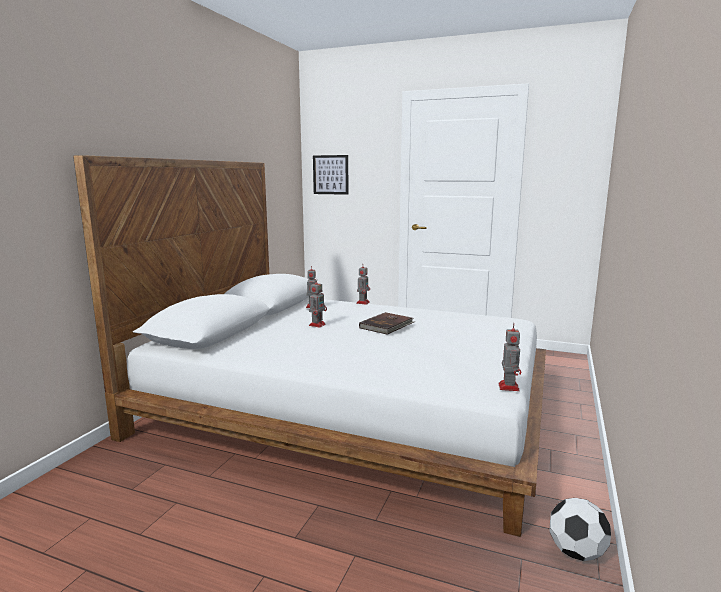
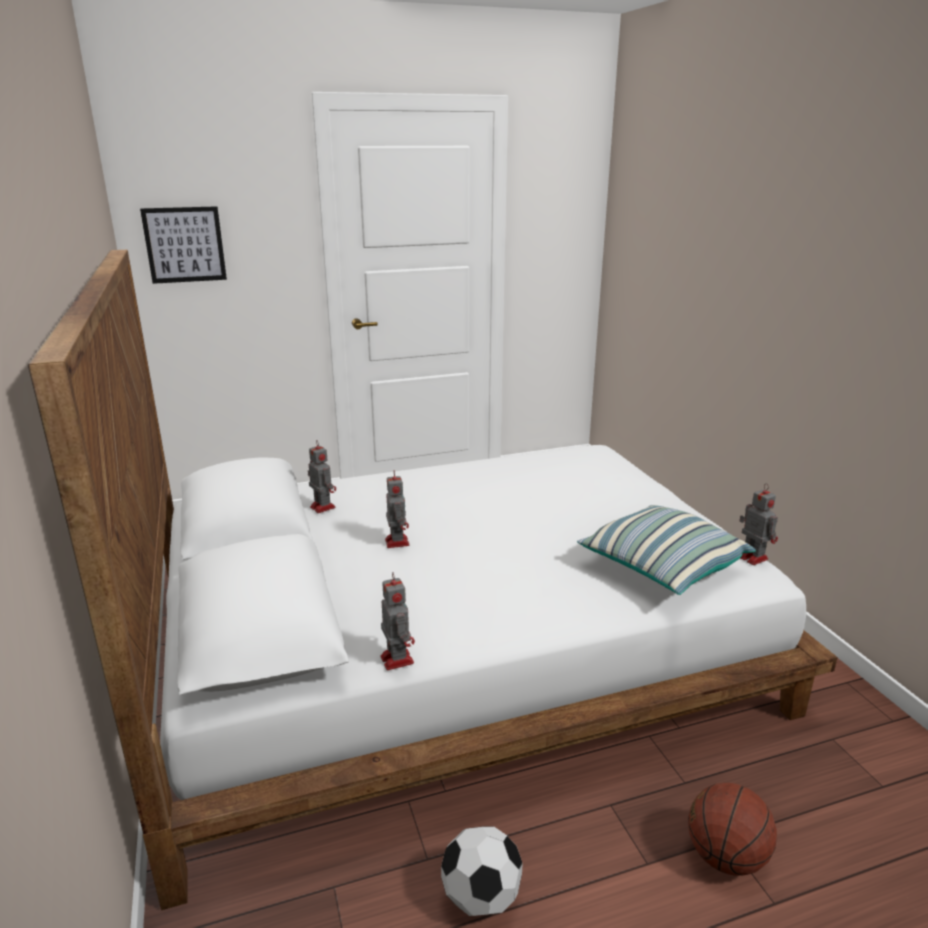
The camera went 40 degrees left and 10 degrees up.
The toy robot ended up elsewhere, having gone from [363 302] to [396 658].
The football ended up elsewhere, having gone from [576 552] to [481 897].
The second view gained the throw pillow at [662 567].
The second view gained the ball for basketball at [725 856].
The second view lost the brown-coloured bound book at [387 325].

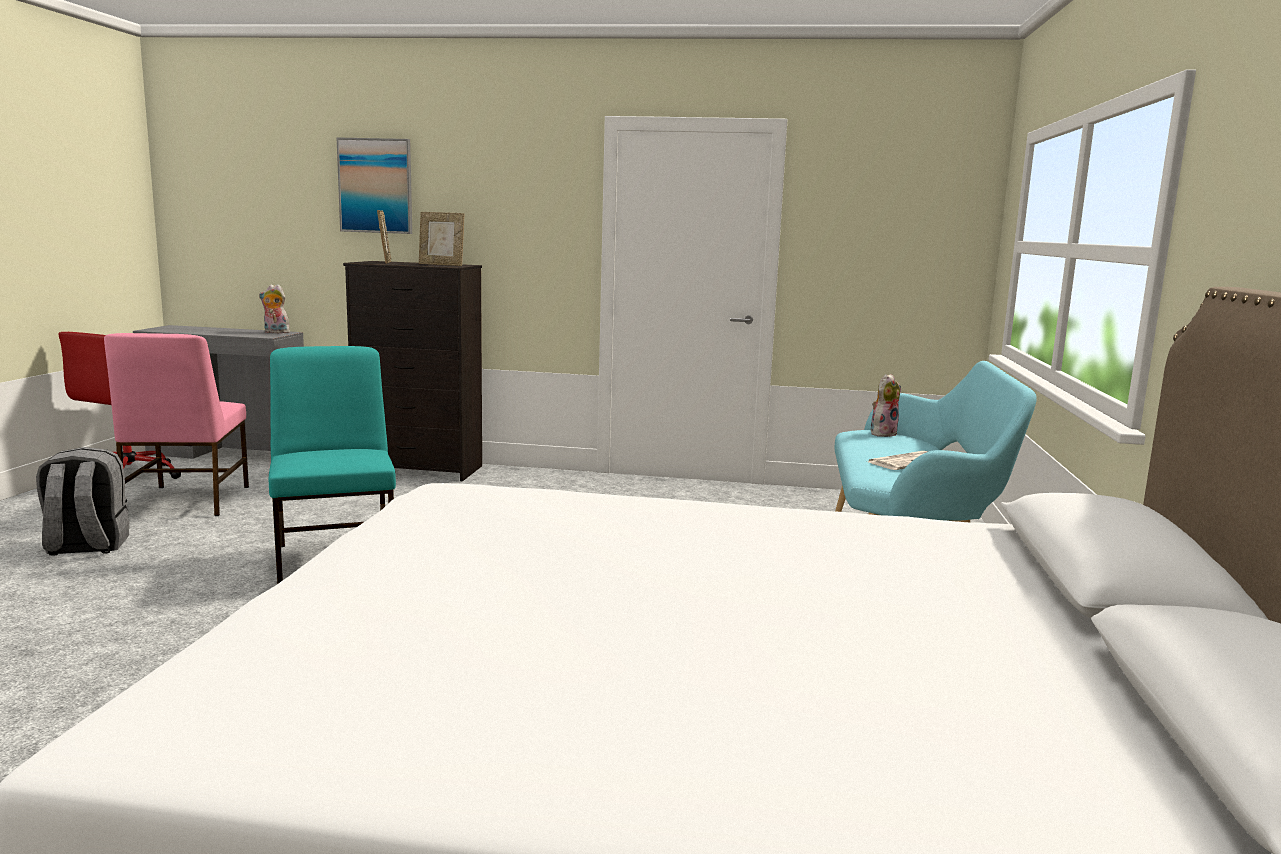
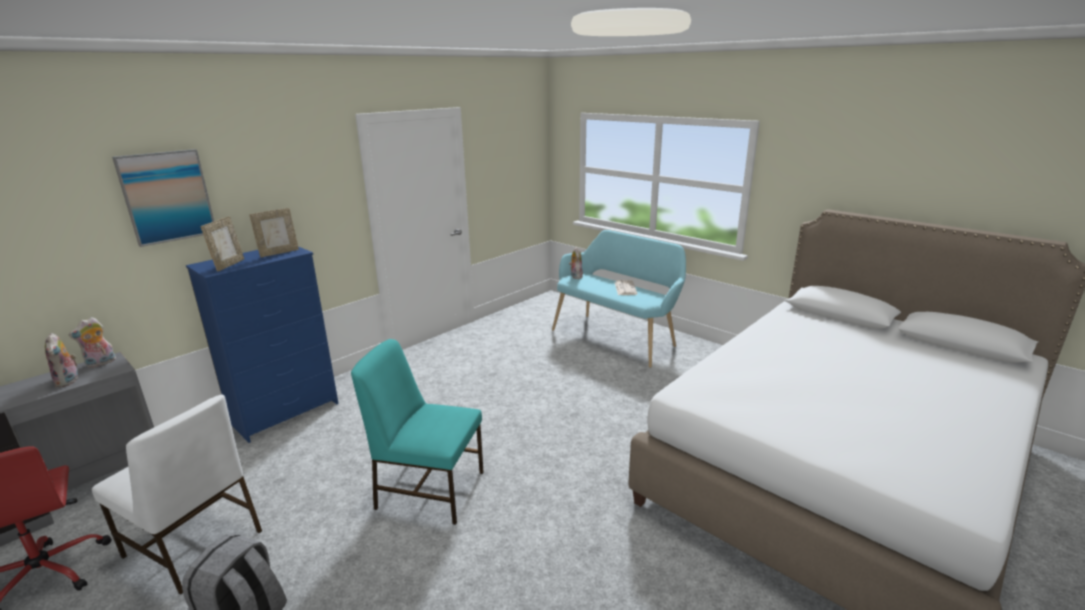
The camera went 55 degrees left and 10 degrees up.
The second view gained the cuddly toy at [69 381].
What was the pink chair at [185 501] turned into the white chair at [194 545].
What was the blackish dresser at [419 470] turned into the blue-coloured dresser at [286 413].
The photo frame at [384 262] ended up facing another way, 75 degrees clockwise from before.

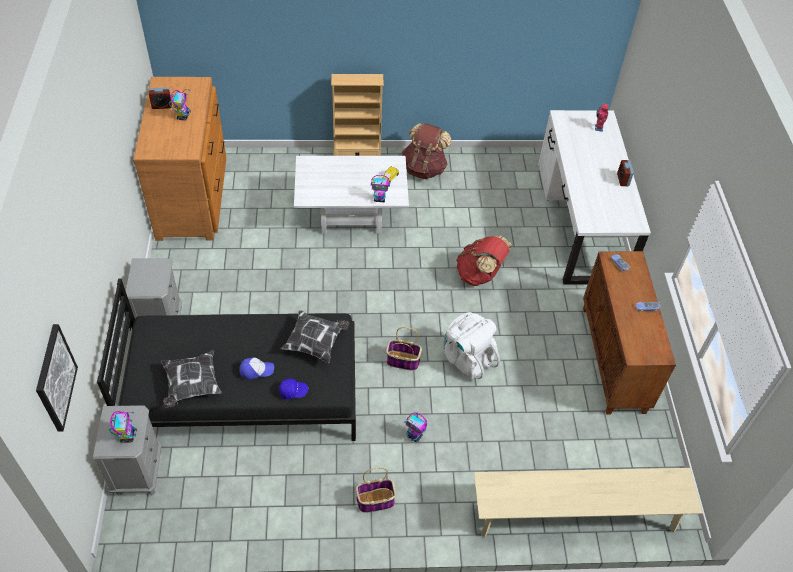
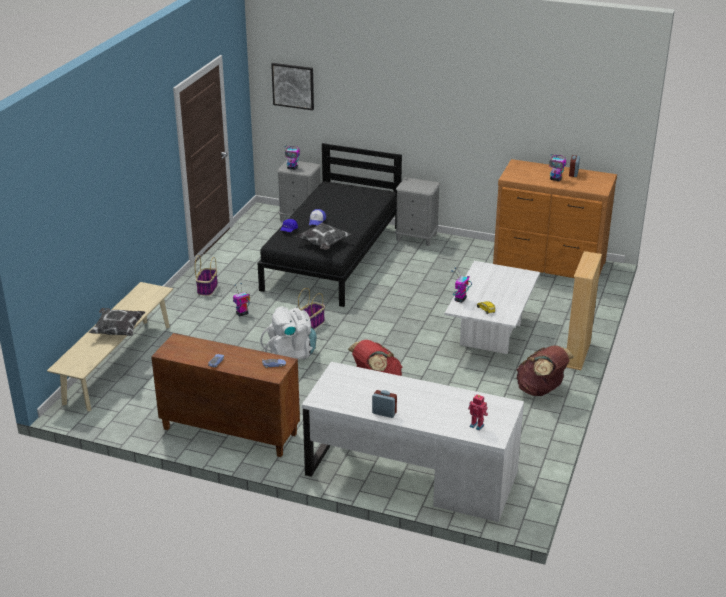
The camera went 115 degrees right and 20 degrees down.
The throw pillow ended up elsewhere, having gone from [191 385] to [117 331].

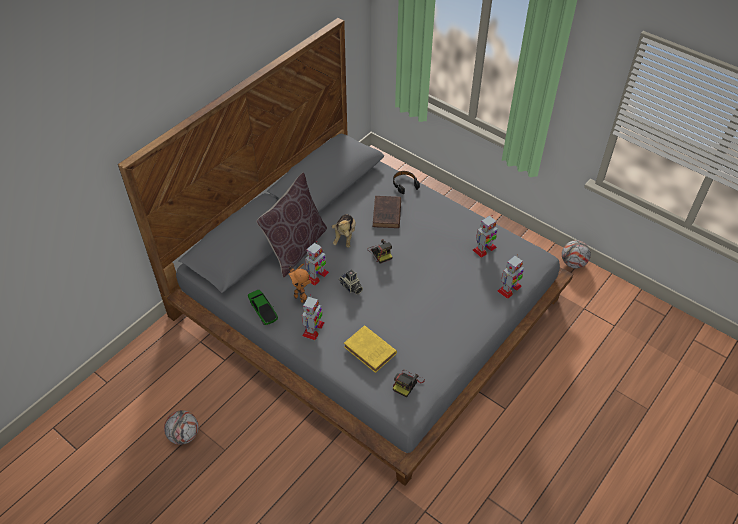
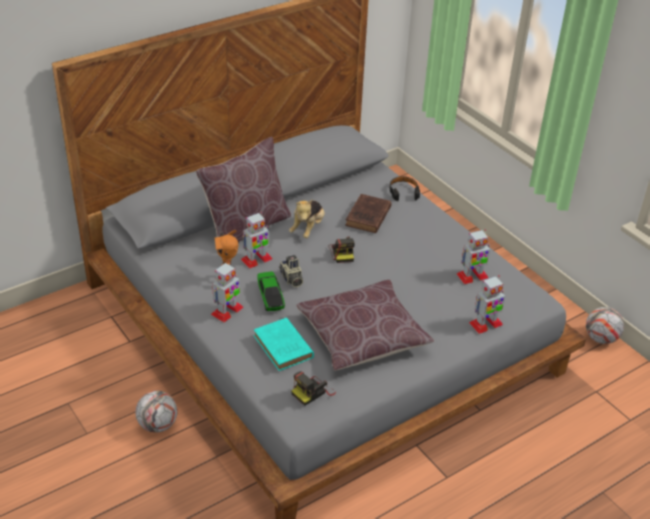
The camera went 15 degrees right and 10 degrees down.
The football ended up elsewhere, having gone from [184 435] to [158 425].
What was the yellow bound book at [371 351] turned into the turquoise-coloured bound book at [284 348].
The model car ended up elsewhere, having gone from [263 310] to [270 296].
The second view gained the brown-coloured throw pillow at [362 336].

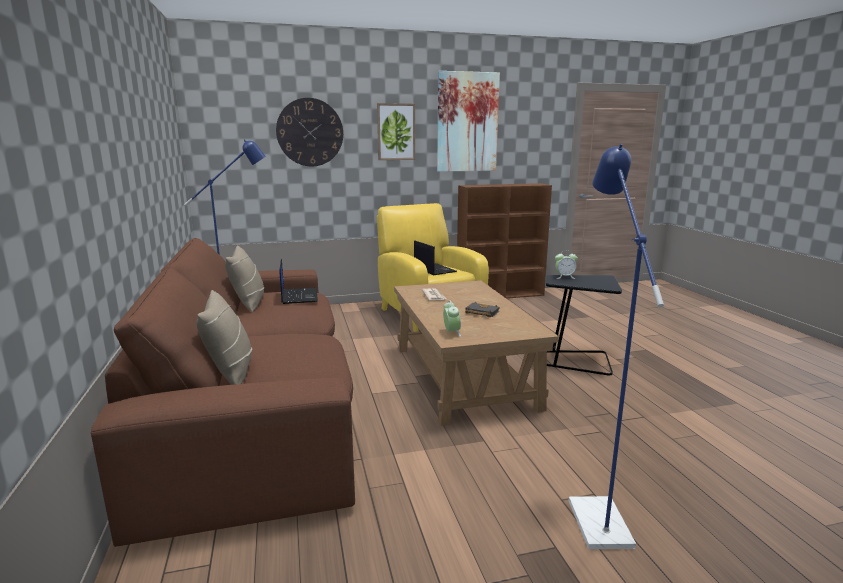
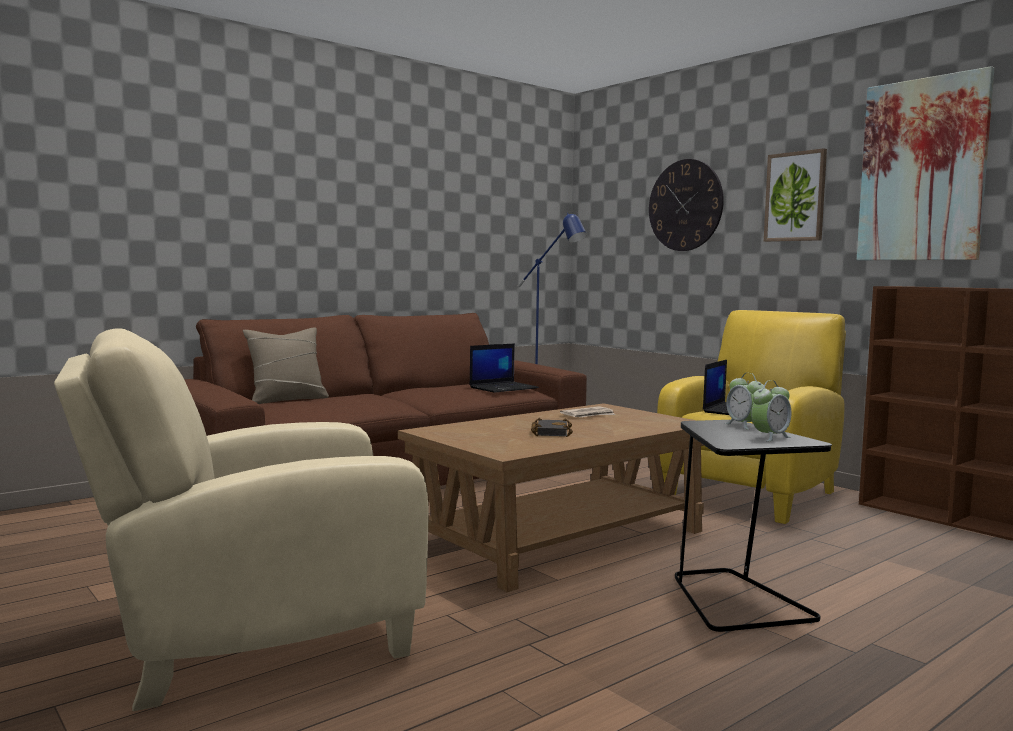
The camera went 65 degrees right and 10 degrees down.
Where the blue-coloured standard lamp stood at [594 513], the sand-coloured easy chair came to stand at [251 637].
The table clock ended up elsewhere, having gone from [451 332] to [770 437].
The second view lost the sand-coloured throw pillow at [249 303].

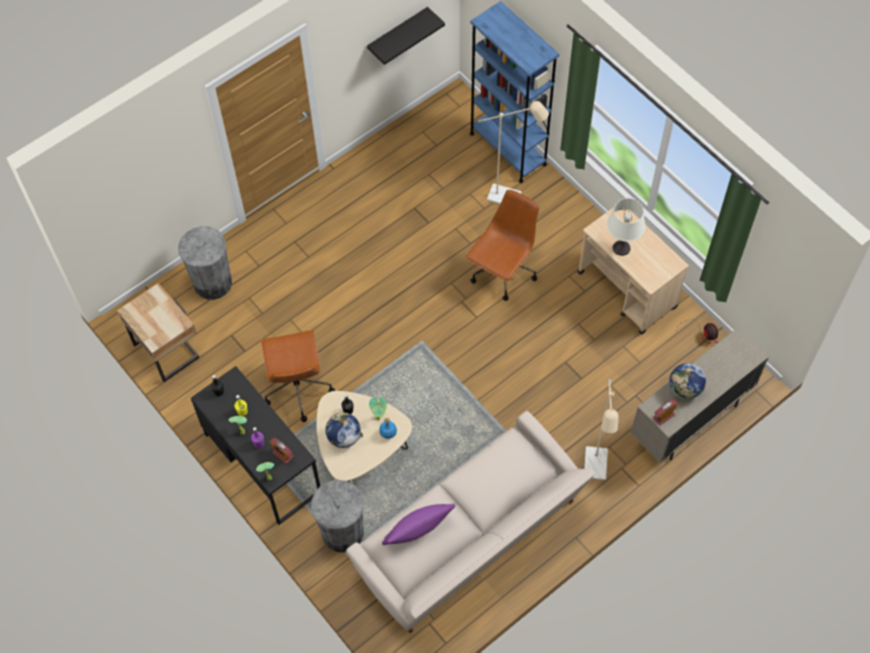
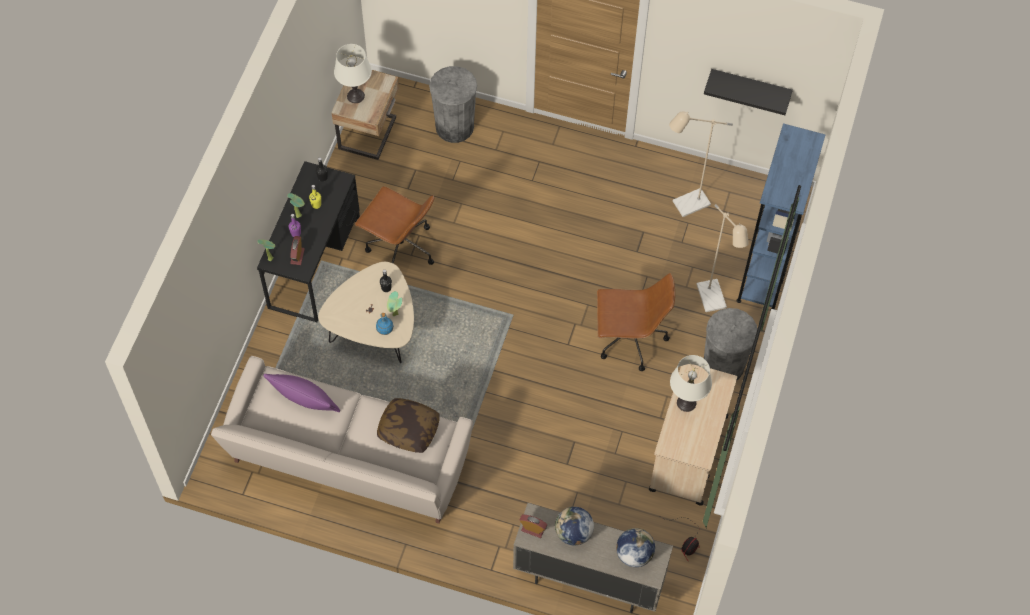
The camera went 55 degrees right and 0 degrees up.
The second view gained the white table lamp at [356 96].
The brown-coloured computer chair at [297 388] ended up facing another way, 105 degrees counterclockwise from before.
The second view gained the throw pillow at [408 430].
The world globe ended up elsewhere, having gone from [343 437] to [634 554].
The sand-coloured standard lamp ended up elsewhere, having gone from [595 470] to [685 205].
The gray waste bin ended up elsewhere, having gone from [342 532] to [723 365].

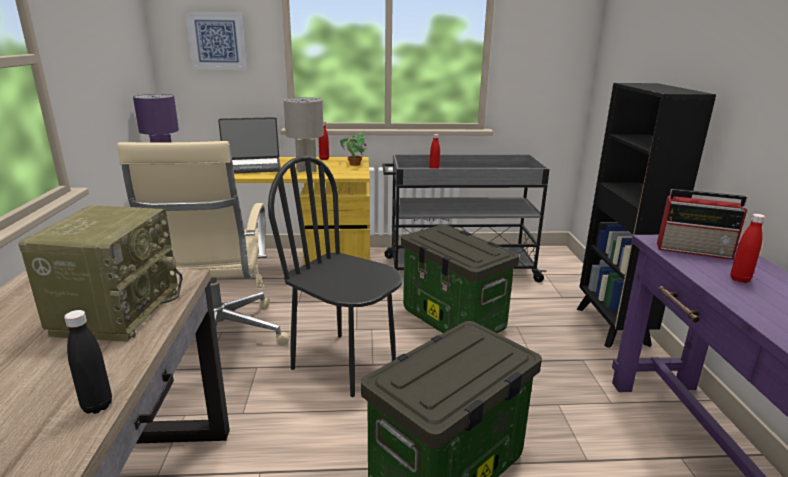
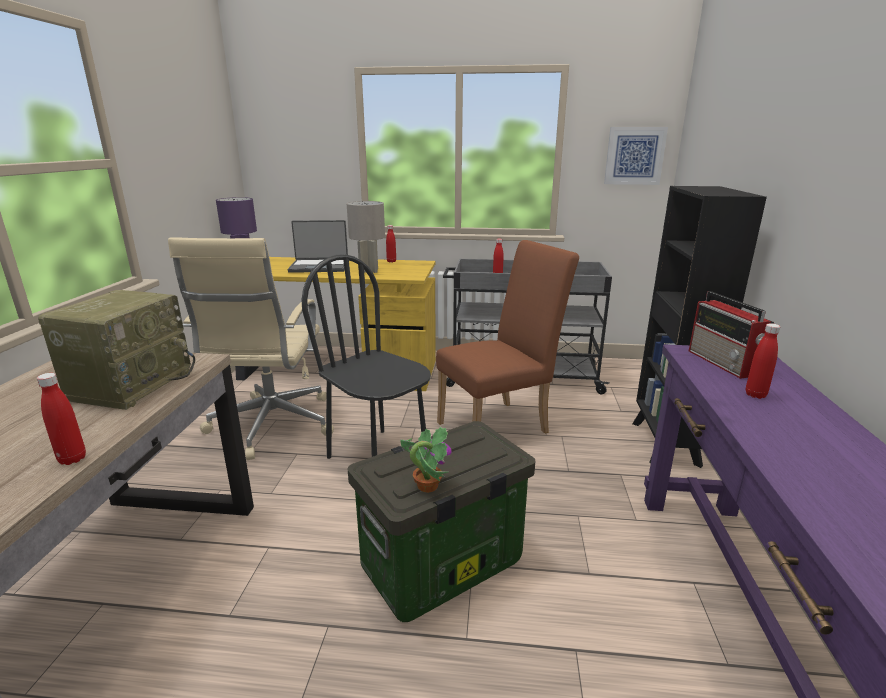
The camera went 10 degrees right and 0 degrees up.
What was the blackish beverage bottle at [97 406] turned into the reddish beverage bottle at [72 459].
The potted plant ended up elsewhere, having gone from [354 164] to [427 485].
Where the storage container stood at [454 320], the brown-coloured chair came to stand at [500 425].
The wall art ended up elsewhere, having gone from [217 41] to [634 156].
The radio set at [695 250] ended up facing another way, 45 degrees clockwise from before.

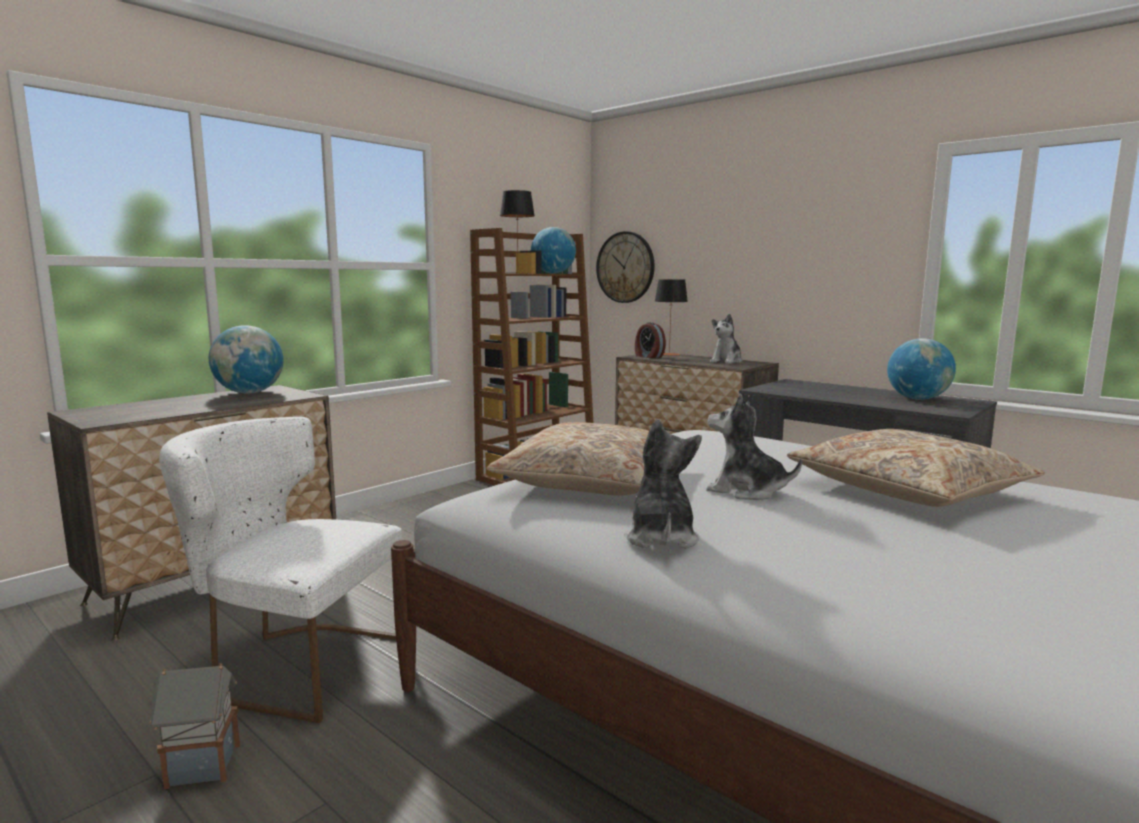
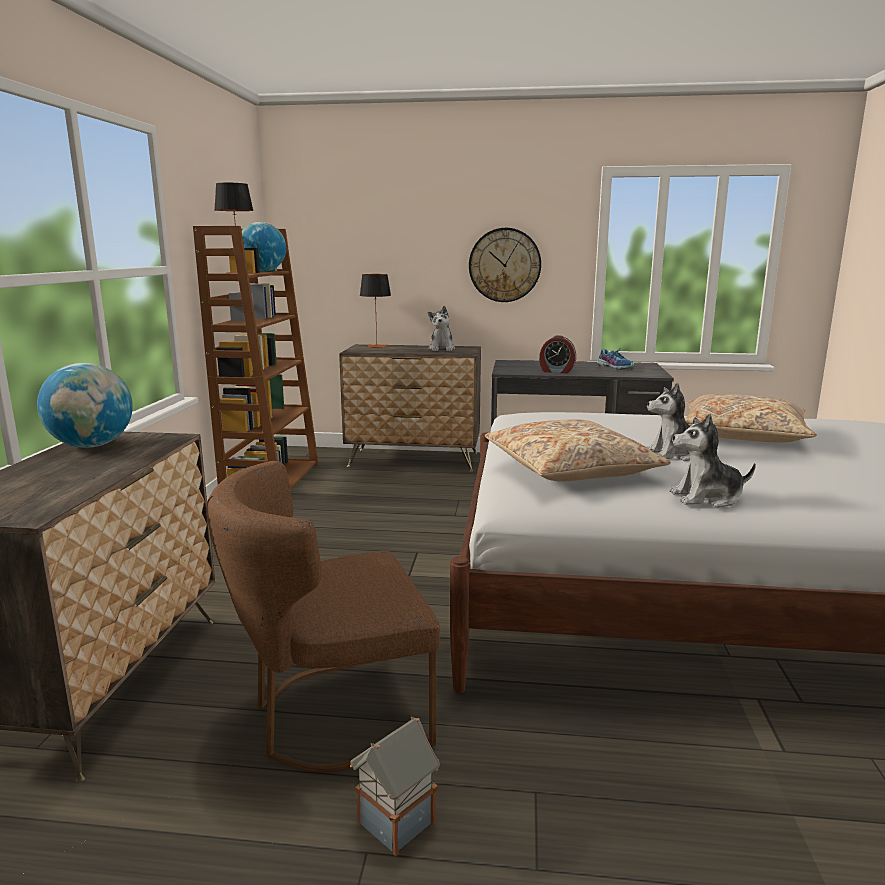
The camera went 35 degrees left and 5 degrees up.
What was the white chair at [293 665] turned into the brown-coloured chair at [330 715].
The hanging clock ended up elsewhere, having gone from [625 267] to [504 265].
The table clock ended up elsewhere, having gone from [648 356] to [556 371].
Where the world globe stood at [917 399], the shoe came to stand at [615 367].
The cuddly toy at [660 537] ended up facing another way, 60 degrees counterclockwise from before.

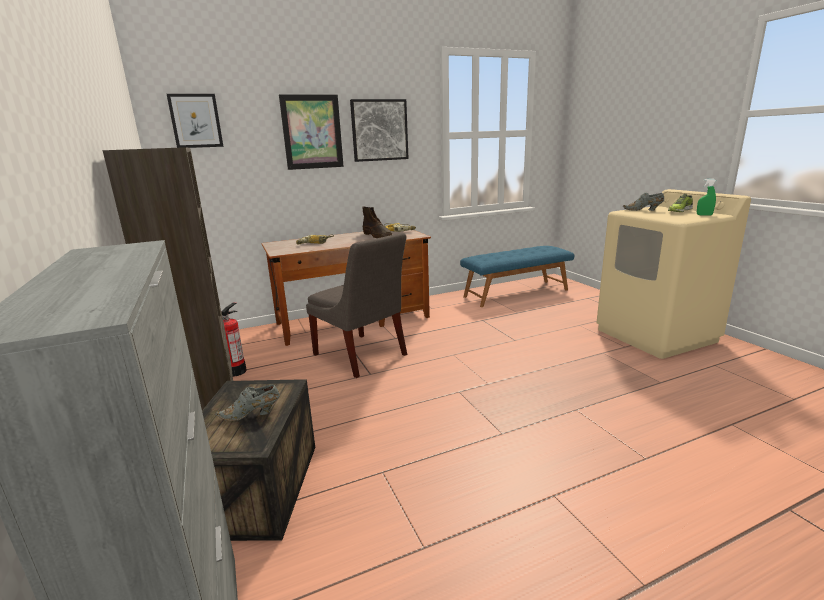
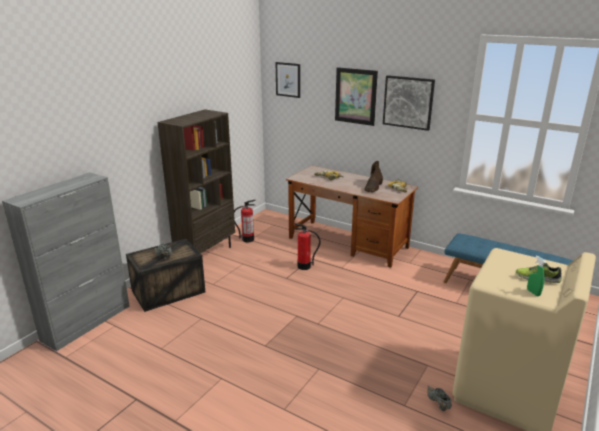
The camera went 55 degrees right and 5 degrees up.
Where the gray chair stood at [362 356], the fire-fighting cylinder came to stand at [304 266].
The gray shoe ended up elsewhere, having gone from [643 210] to [438 403].

